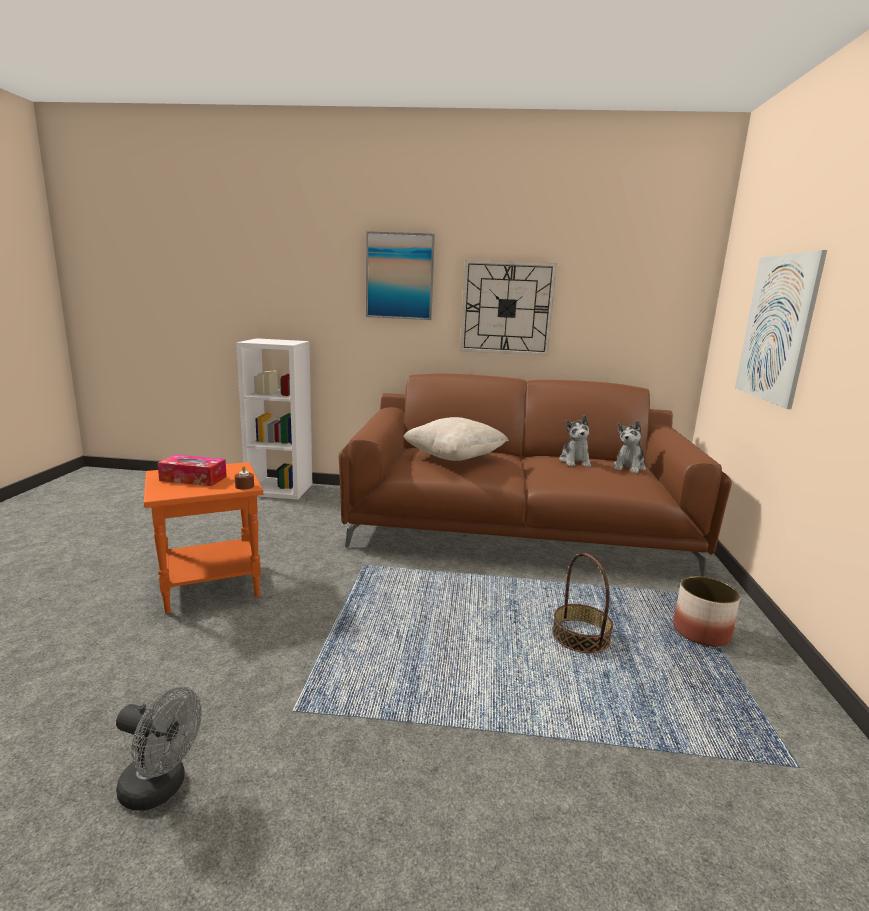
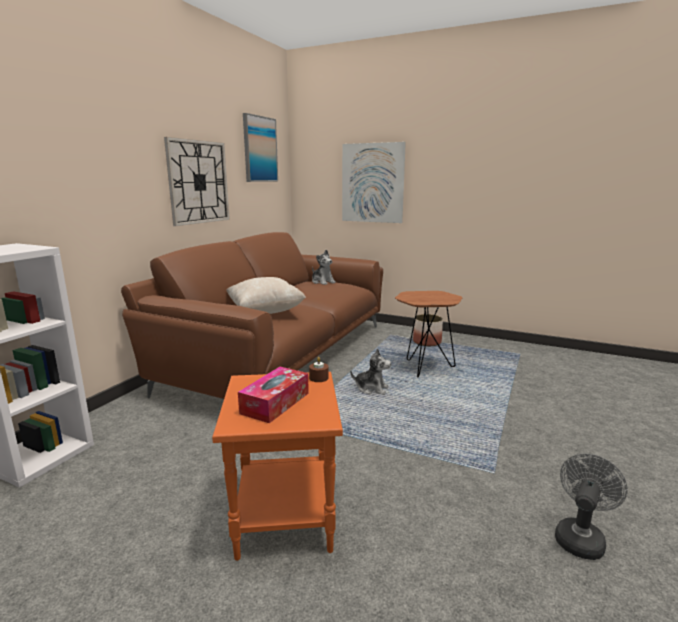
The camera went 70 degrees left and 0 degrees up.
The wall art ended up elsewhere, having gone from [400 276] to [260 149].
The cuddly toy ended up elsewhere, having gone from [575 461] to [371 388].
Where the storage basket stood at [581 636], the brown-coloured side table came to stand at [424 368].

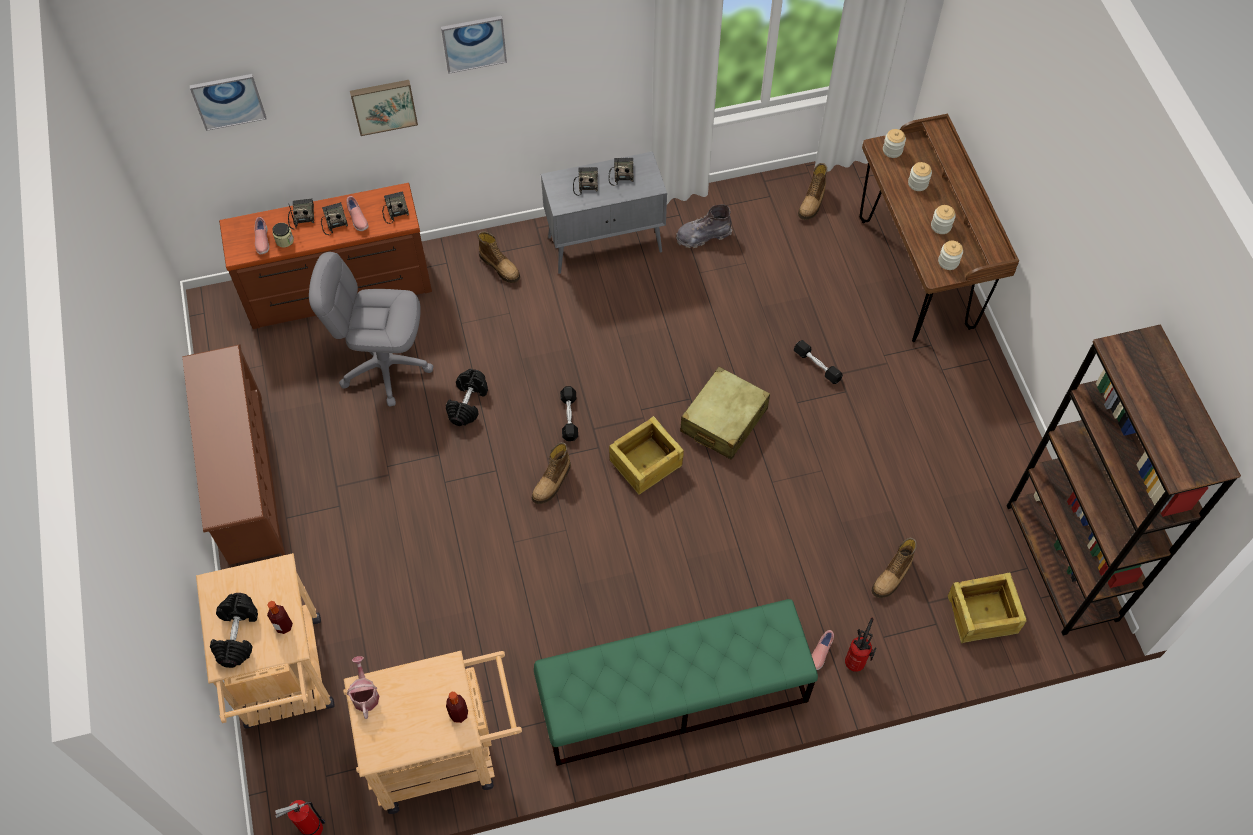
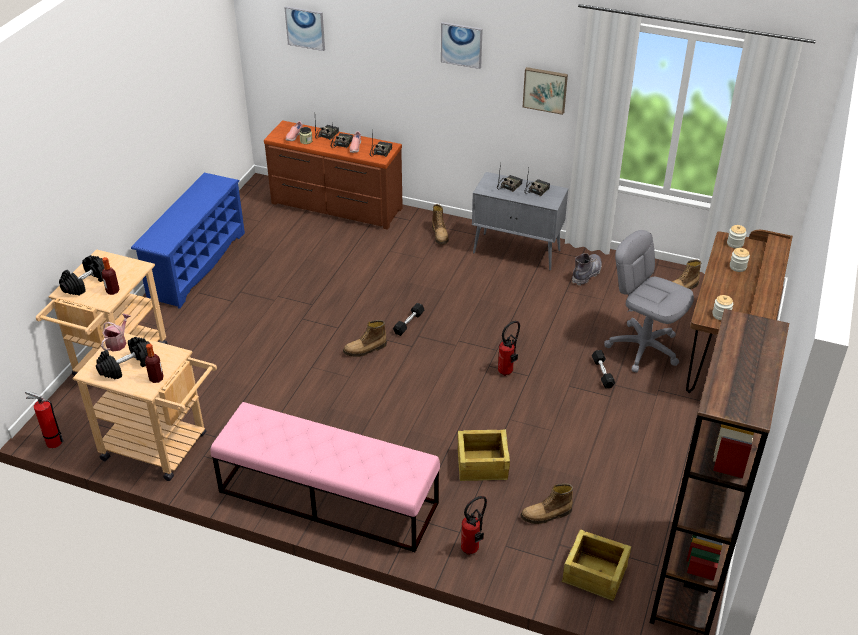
The camera went 35 degrees right and 20 degrees down.
The blackish free weight ended up elsewhere, having gone from [468 403] to [126 366].
What was the brown-coloured shoe stand at [244 478] turned into the blue-coloured shoe stand at [196 264].
What was the green-coloured bench at [672 696] turned into the pink bench at [327 497].
The packing crate ended up elsewhere, having gone from [645 462] to [482 464].
Where the sand-coloured suitcase stood at [723 420], the fire-fighting cylinder came to stand at [508 371].
The wall art ended up elsewhere, having gone from [383 105] to [545 89].
The gray boot at [703 236] ended up facing another way, 105 degrees clockwise from before.
The gray computer chair ended up elsewhere, having gone from [385 365] to [643 348].
The second view lost the pink shoe at [820 652].
The second view lost the jar at [941 226].

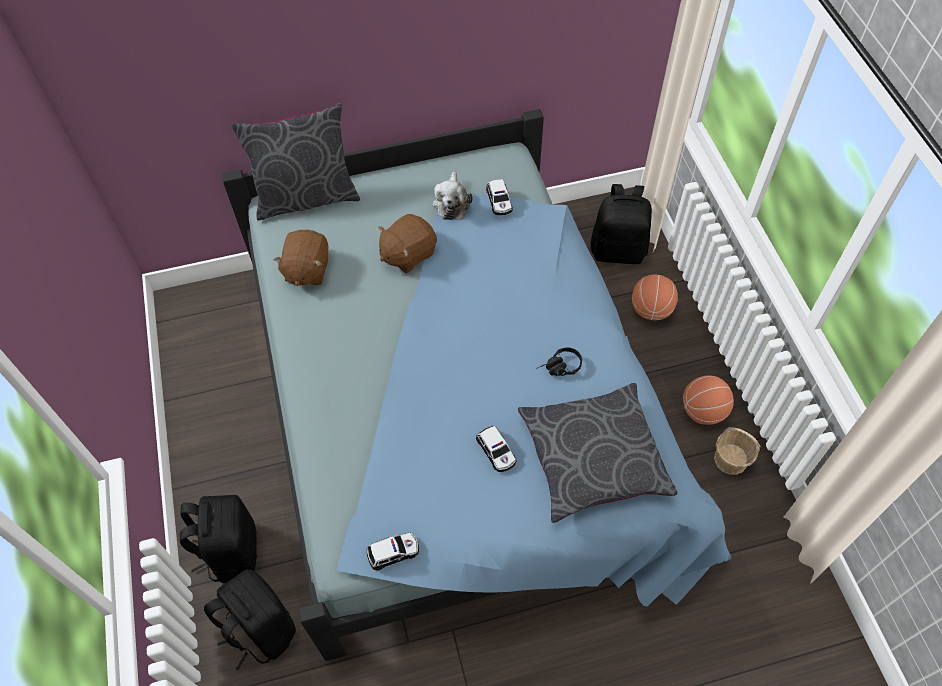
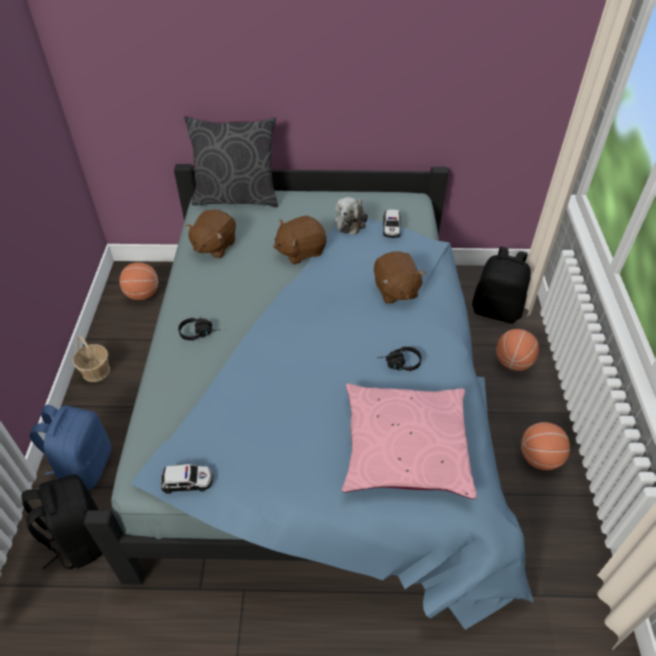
The camera went 15 degrees right and 10 degrees down.
What was the blackish knapsack at [231 551] turned into the blue-coloured knapsack at [84 466].
The storage basket ended up elsewhere, having gone from [730 459] to [96 371].
The second view gained the ball for basketball at [143 294].
The second view gained the blackish pair of headphones at [200 332].
What was the gray throw pillow at [593 458] turned into the pink throw pillow at [405 448].
The second view gained the brown-coloured cuddly toy at [395 290].
The second view lost the model car at [496 451].

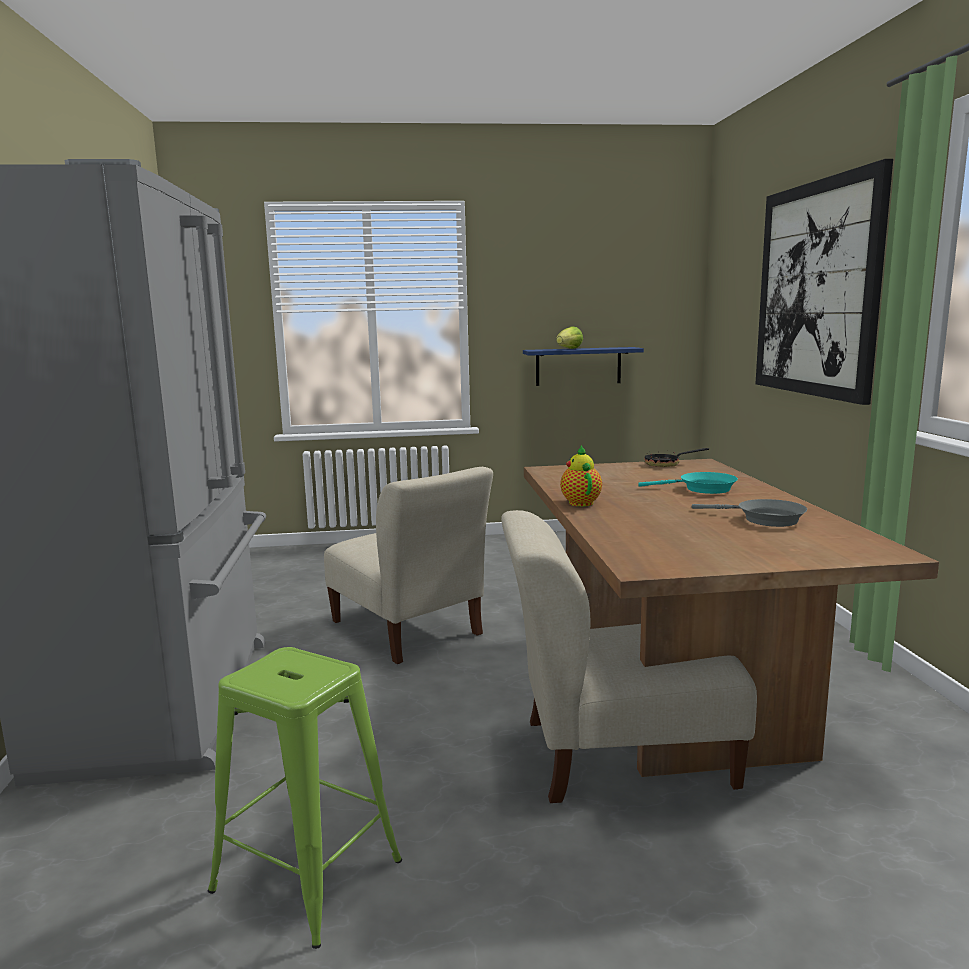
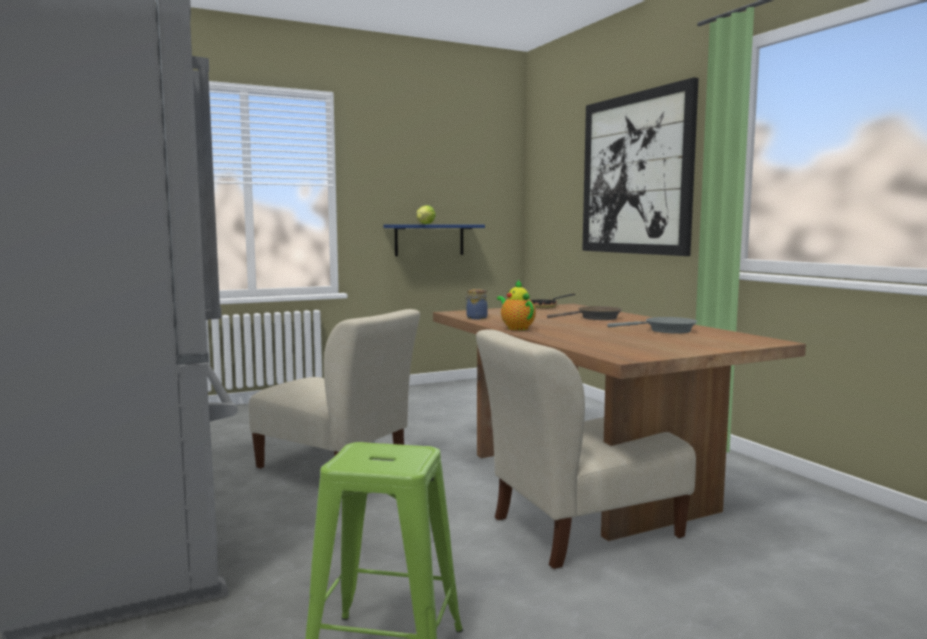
The camera went 20 degrees left and 5 degrees down.
The second view gained the jar at [475 318].
What was the turquoise-coloured frying pan at [702 489] turned into the brown-coloured frying pan at [595 318].

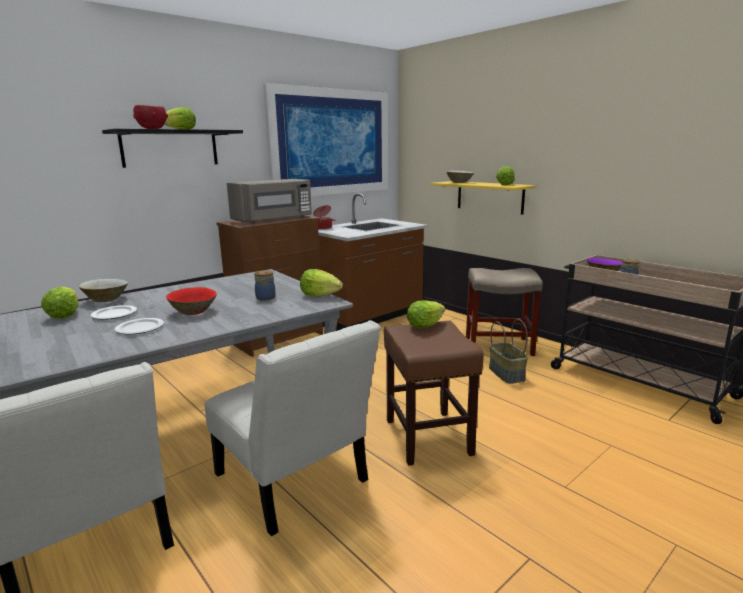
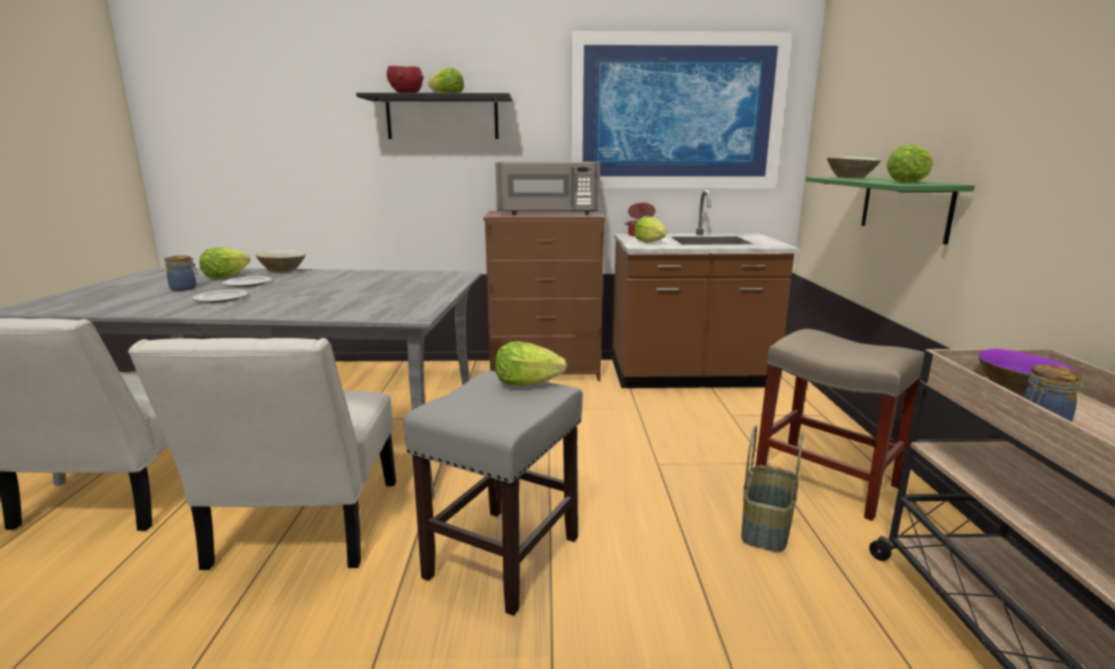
The camera went 40 degrees right and 0 degrees up.
The jar ended up elsewhere, having gone from [266 297] to [185 288].
What was the brown-coloured stool seat at [428 437] turned into the gray stool seat at [502 558].
The head of lettuce ended up elsewhere, having gone from [320 295] to [650 242].
What was the yellow bracket shelf at [489 197] turned into the green-coloured bracket shelf at [904 207].
The second view lost the reddish serving bowl at [193 312].

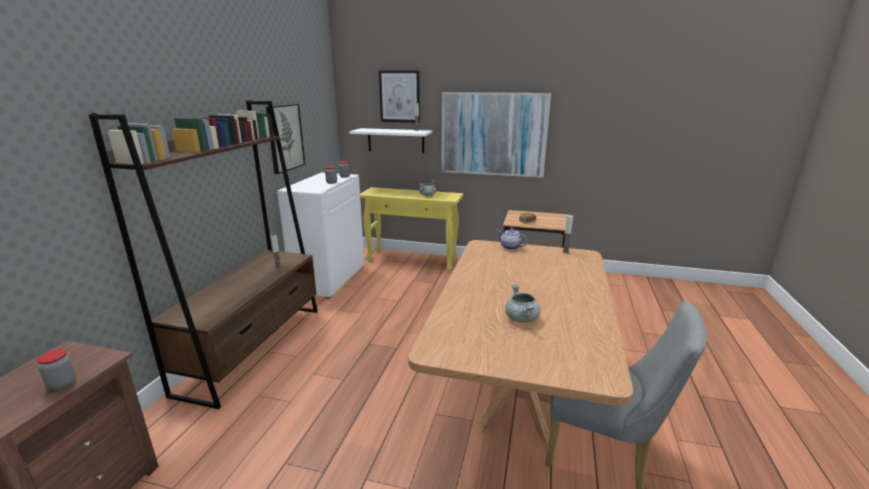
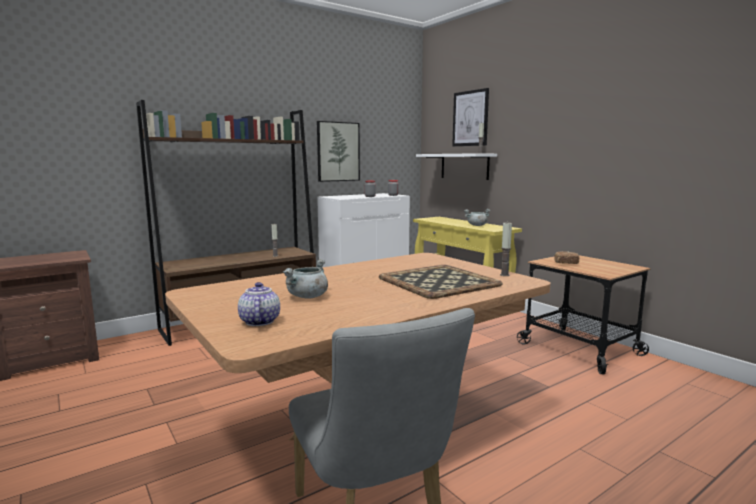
The camera went 40 degrees right and 10 degrees down.
The teapot ended up elsewhere, having gone from [510 247] to [258 321].
The second view gained the tray at [440 281].
The second view lost the jar at [62 384].
The second view lost the wall art at [493 134].

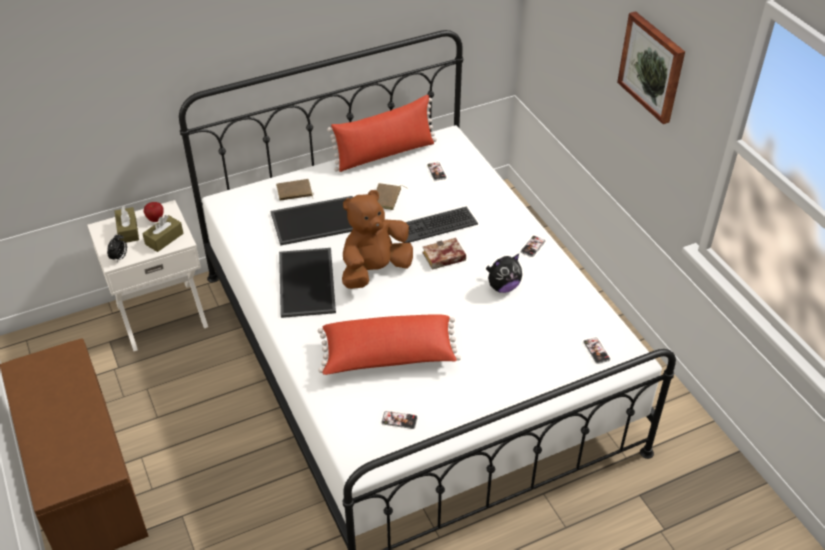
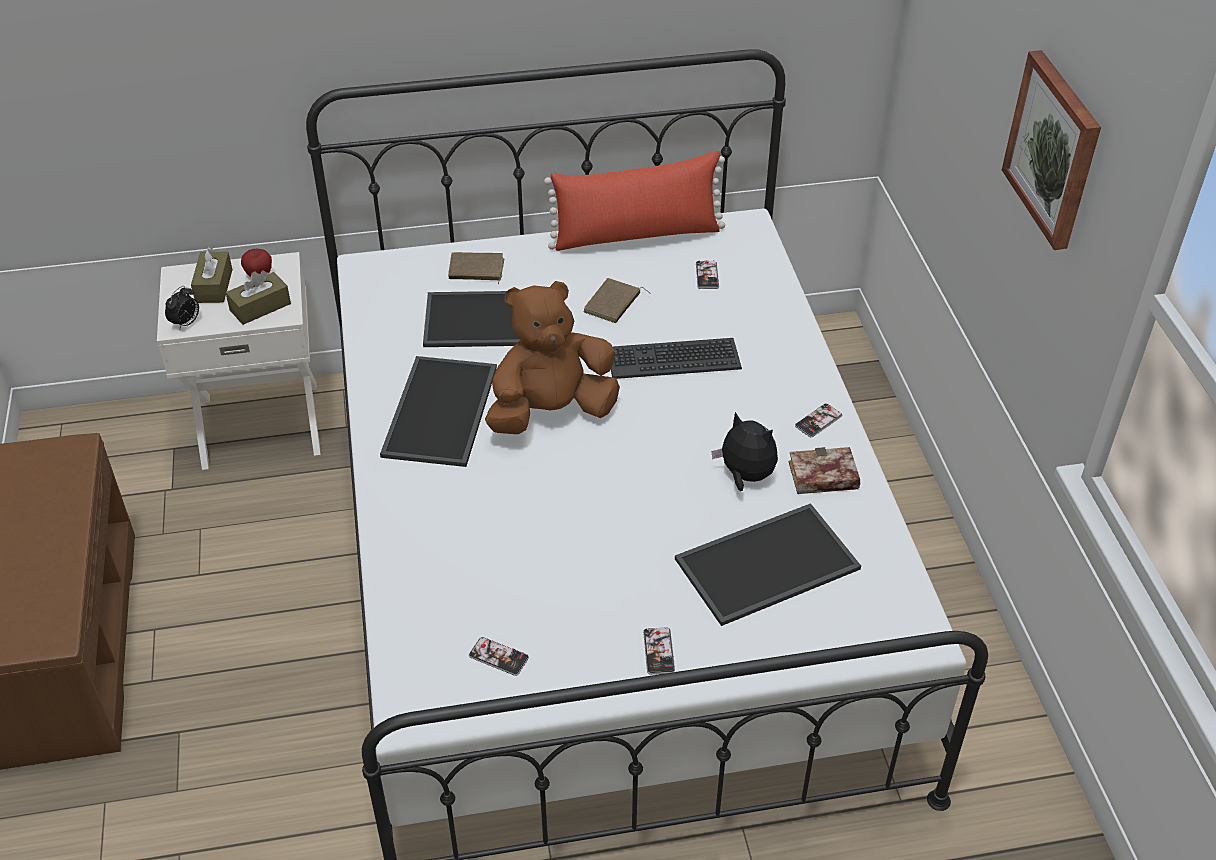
The camera went 15 degrees right and 0 degrees up.
The phone ended up elsewhere, having gone from [596 351] to [658 651].
The second view gained the tray at [767 561].
The cuddly toy at [503 287] ended up facing another way, 135 degrees counterclockwise from before.
The bound book ended up elsewhere, having gone from [443 258] to [820 478].
The second view lost the reddish throw pillow at [388 357].

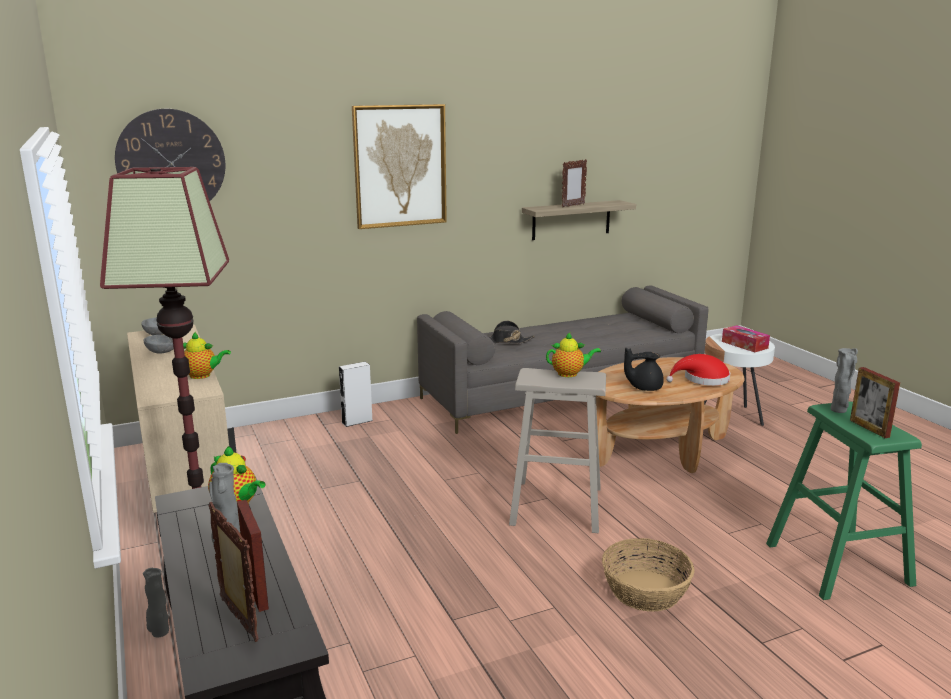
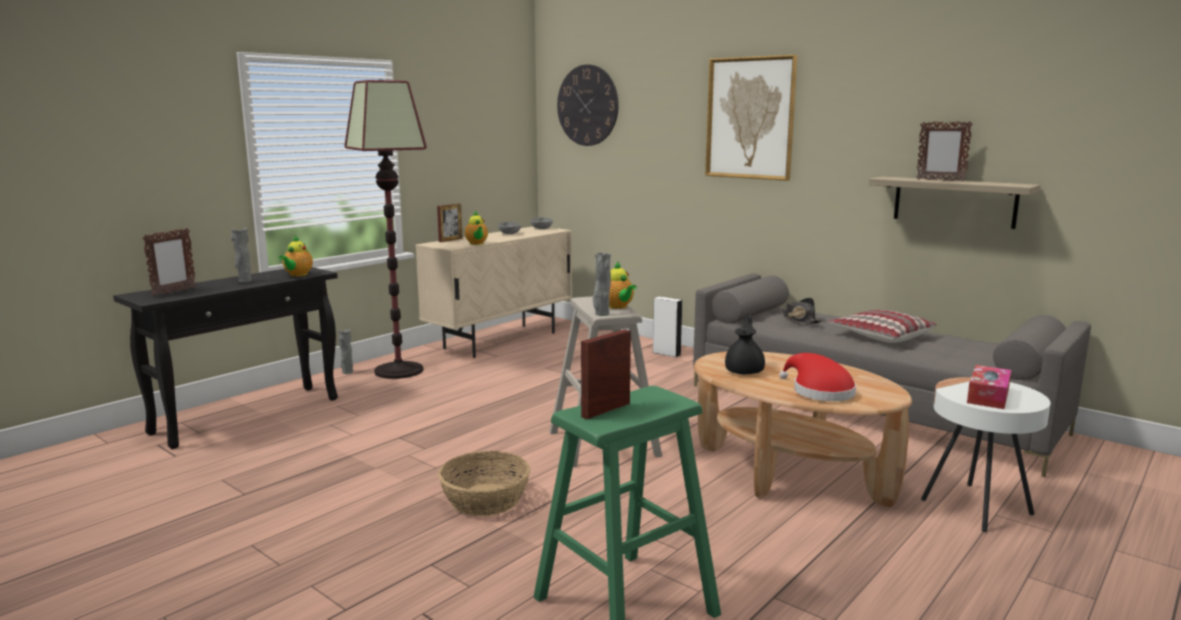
The camera went 65 degrees right and 5 degrees down.
The photo frame ended up elsewhere, having gone from [256 591] to [450 240].
The gray decorative vase ended up elsewhere, having gone from [838 411] to [601 314].
The blackish teapot at [644 387] ended up facing another way, 45 degrees clockwise from before.
The second view gained the throw pillow at [880 336].

